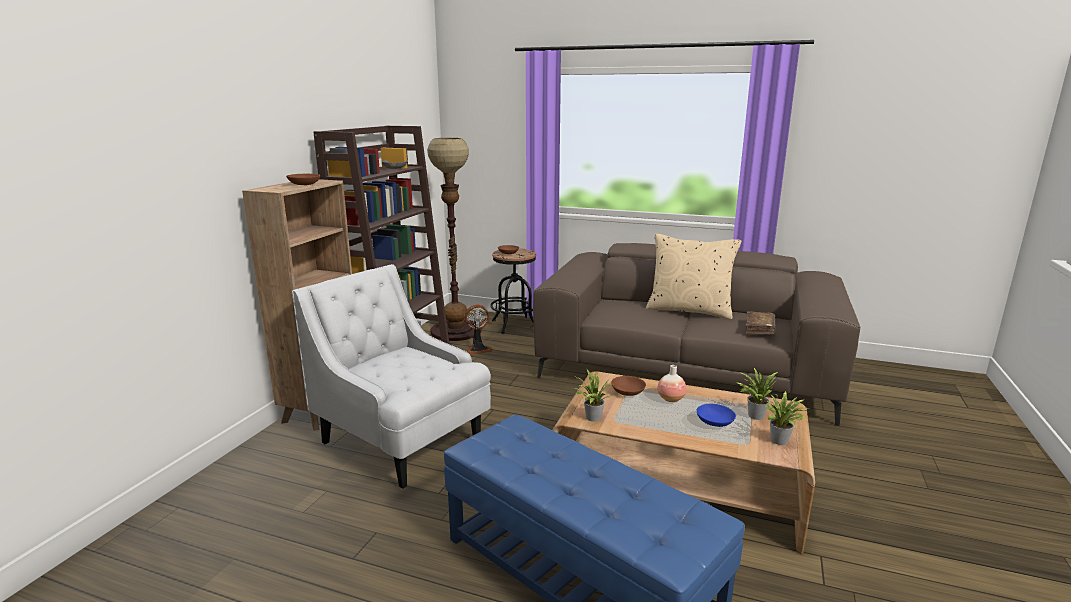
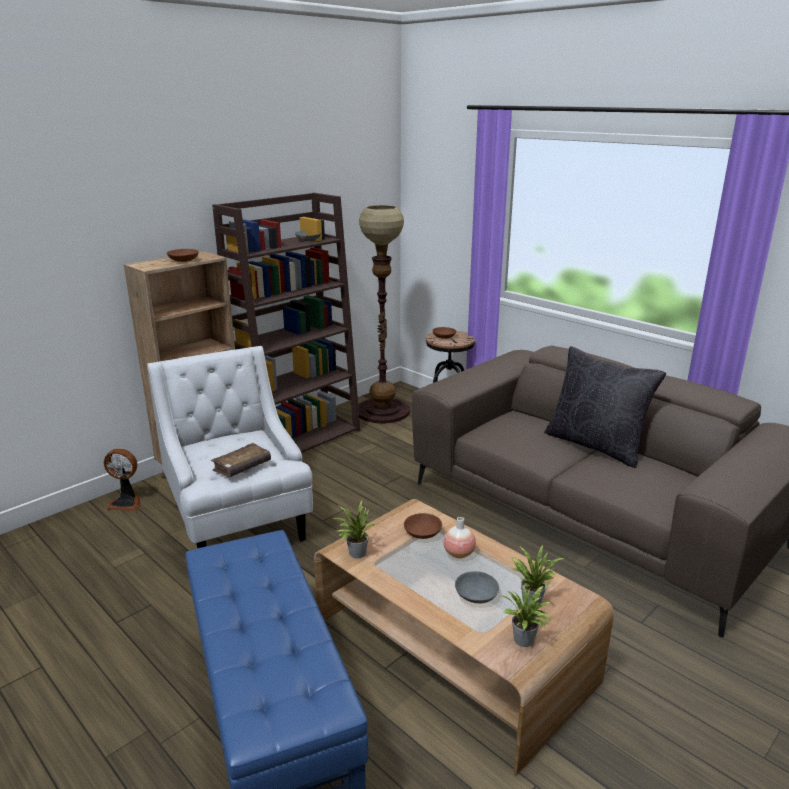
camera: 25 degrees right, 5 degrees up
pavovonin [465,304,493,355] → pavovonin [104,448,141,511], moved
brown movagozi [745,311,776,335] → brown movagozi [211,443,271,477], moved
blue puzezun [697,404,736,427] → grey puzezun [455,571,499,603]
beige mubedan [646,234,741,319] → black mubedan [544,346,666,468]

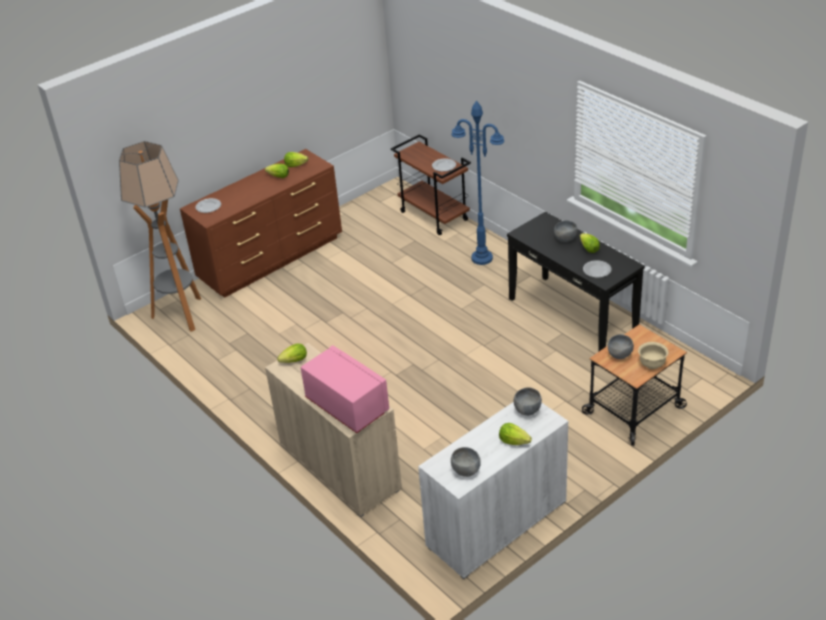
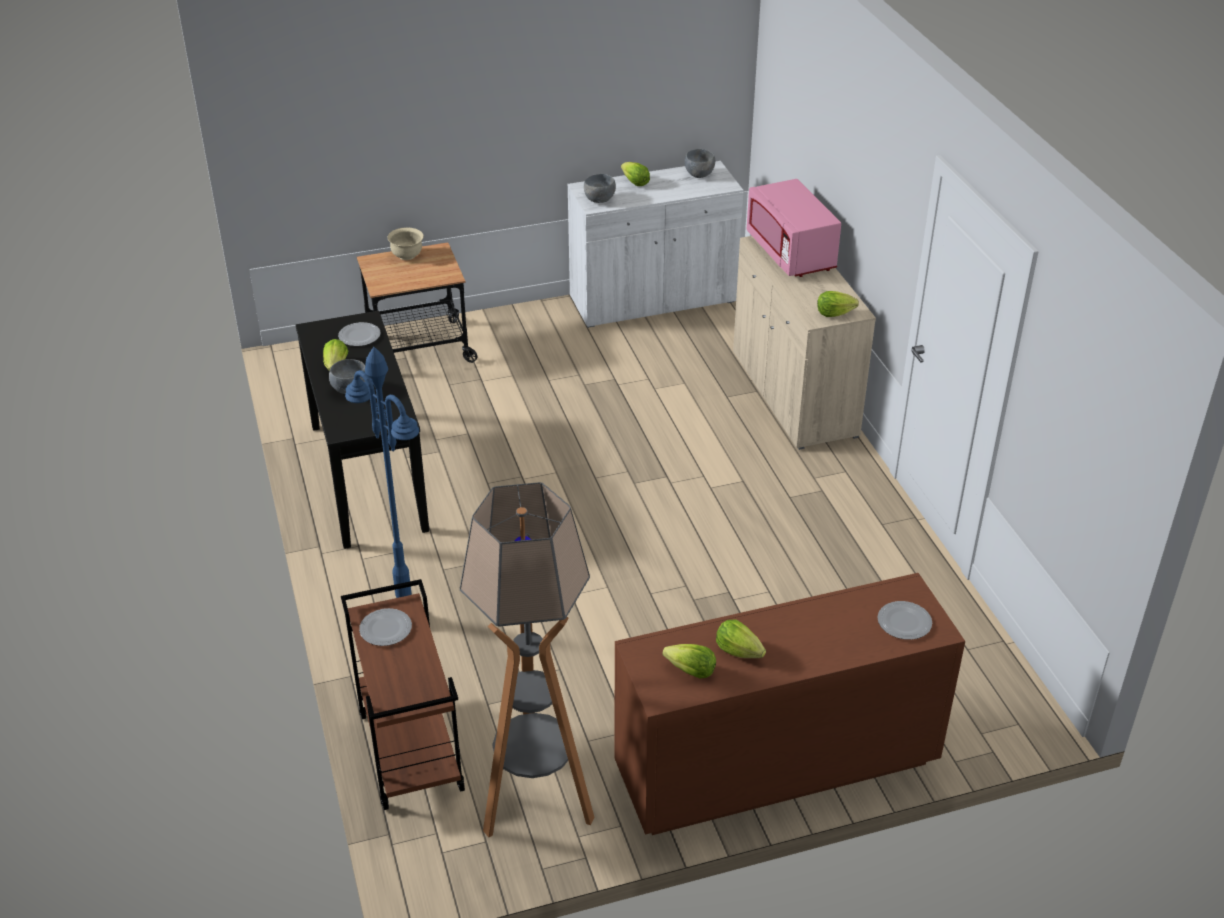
camera: 160 degrees left, 0 degrees up
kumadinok [119,141,201,332] → kumadinok [460,482,595,837], moved
grey puzezun [608,334,634,359] → -

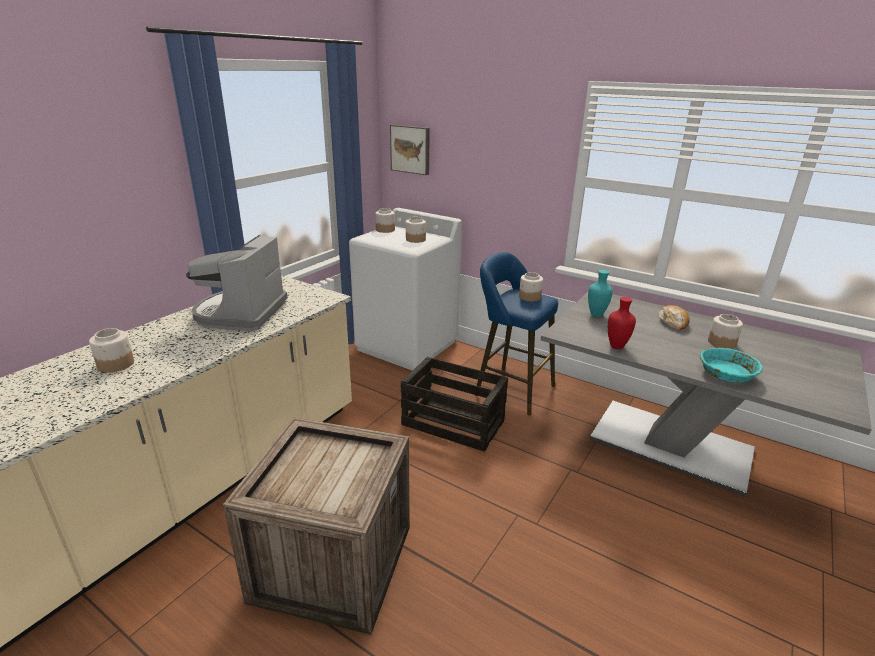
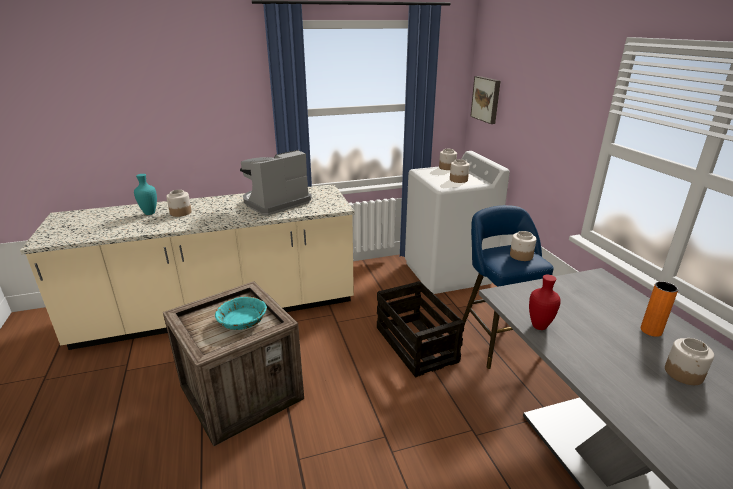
camera: 40 degrees right, 0 degrees up
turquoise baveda [588,270,613,317] → turquoise baveda [134,174,157,215], moved
turquoise puzezun [700,348,763,383] → turquoise puzezun [215,297,267,330], moved
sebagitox [659,305,690,331] → orange baveda [641,282,678,337]

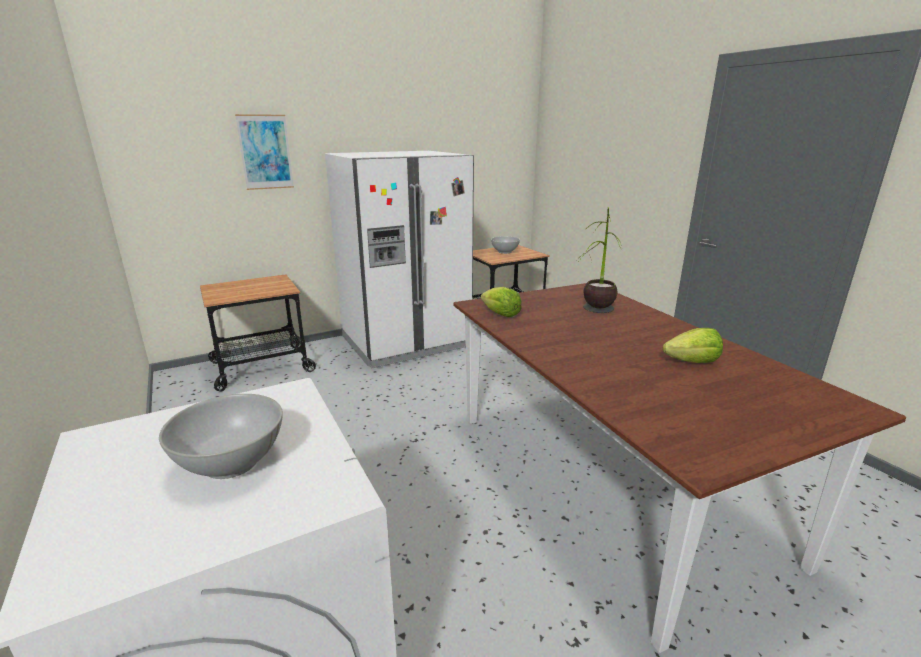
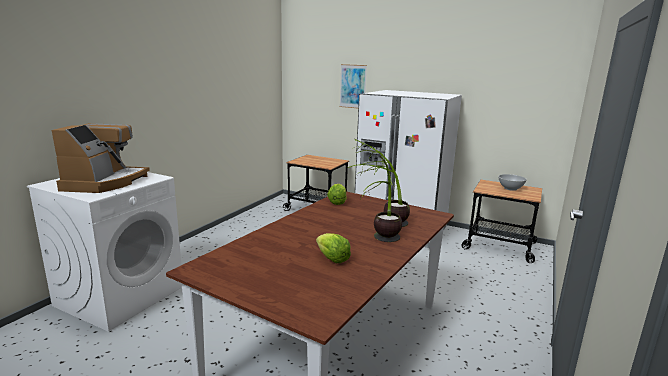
camera: 55 degrees right, 5 degrees down
white puzezun [159,394,283,479] → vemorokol [52,123,150,193]
- → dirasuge [361,155,402,242]

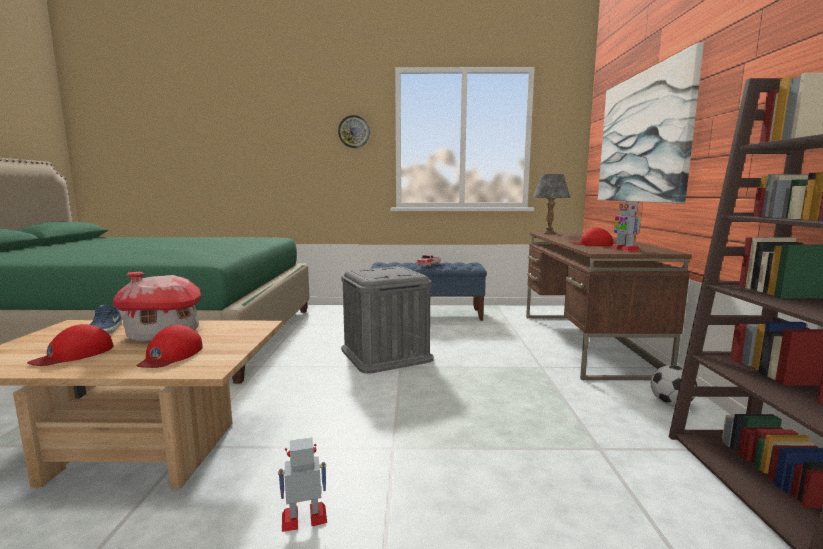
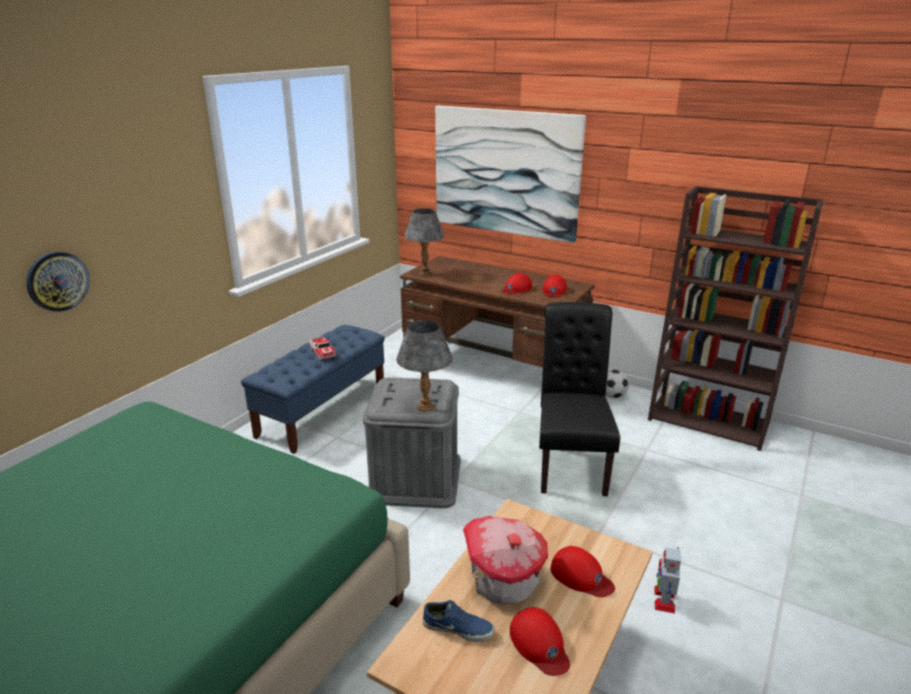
camera: 60 degrees left, 15 degrees up
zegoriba [338,115,370,148] → zegoriba [26,252,90,312], moved
- → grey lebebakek [396,320,453,412]
- → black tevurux [539,302,620,496]
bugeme [610,201,640,251] → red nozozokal [543,275,567,297]

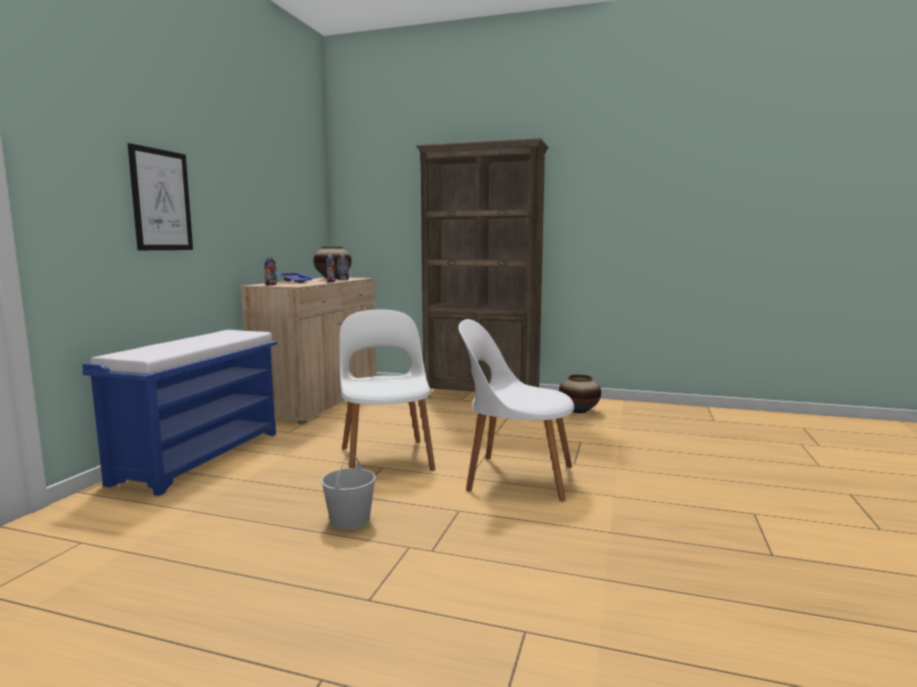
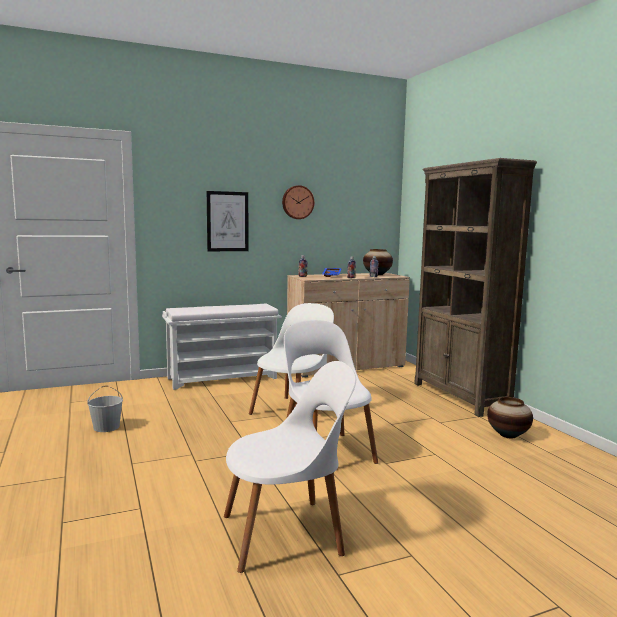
camera: 50 degrees right, 0 degrees up
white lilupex [321,452,376,530] → white lilupex [87,385,123,432], moved
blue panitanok [82,330,277,496] → white panitanok [162,304,282,390]
- → white tevurux [224,361,356,573]
- → zegoriba [282,185,314,219]

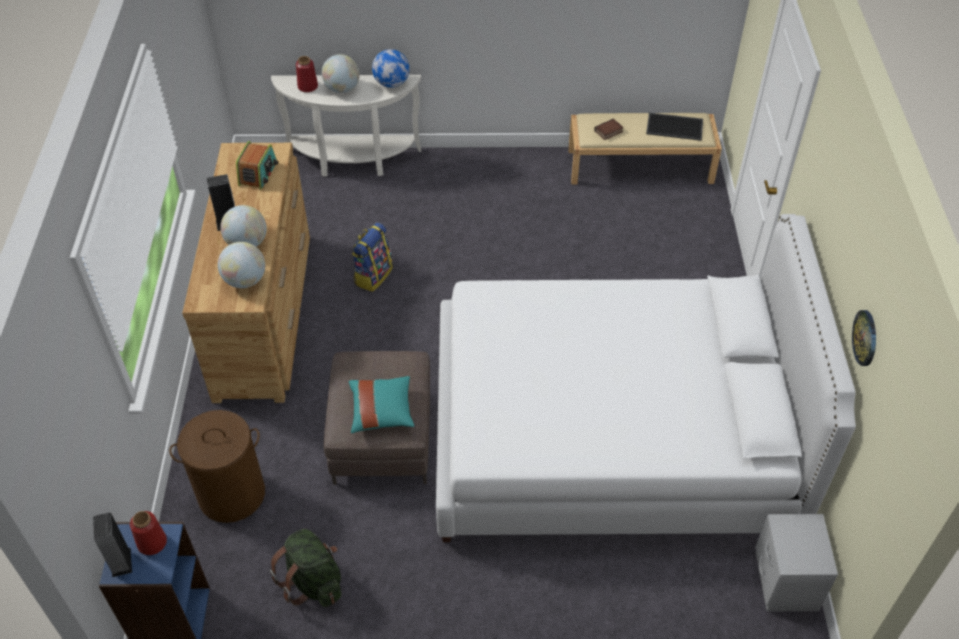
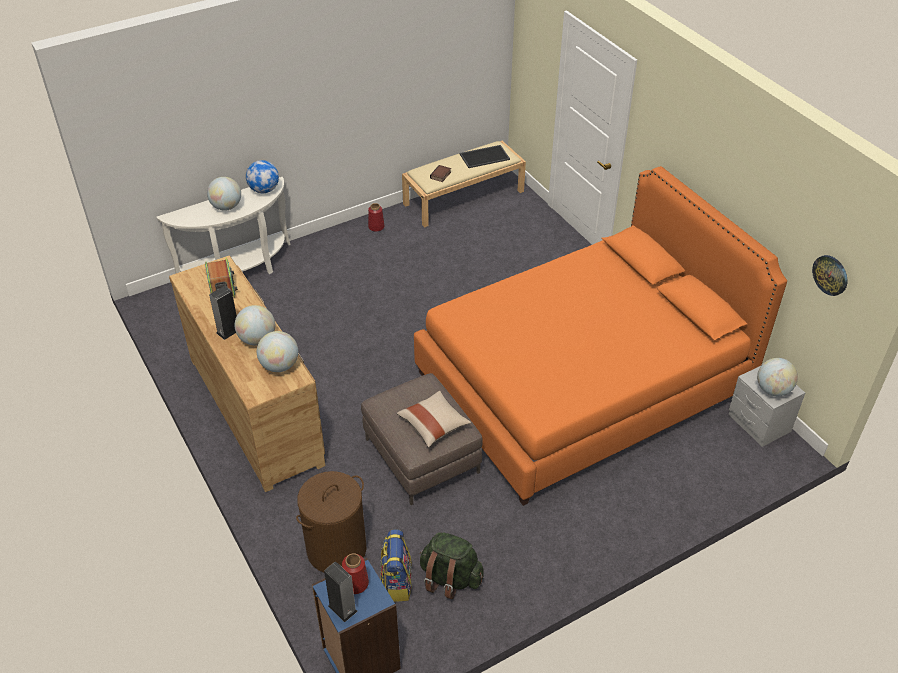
camera: 30 degrees left, 5 degrees down
red baveda [296,56,318,92] → red baveda [368,203,385,231], moved
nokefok [352,222,393,292] → nokefok [380,529,412,602], moved
turquoise mubedan [349,376,414,433] → beige mubedan [397,391,471,448]
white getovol [436,214,856,542] → orange getovol [414,166,787,506]
- → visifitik [757,358,798,396]
zegoriba [852,310,876,366] → zegoriba [812,255,848,296], moved

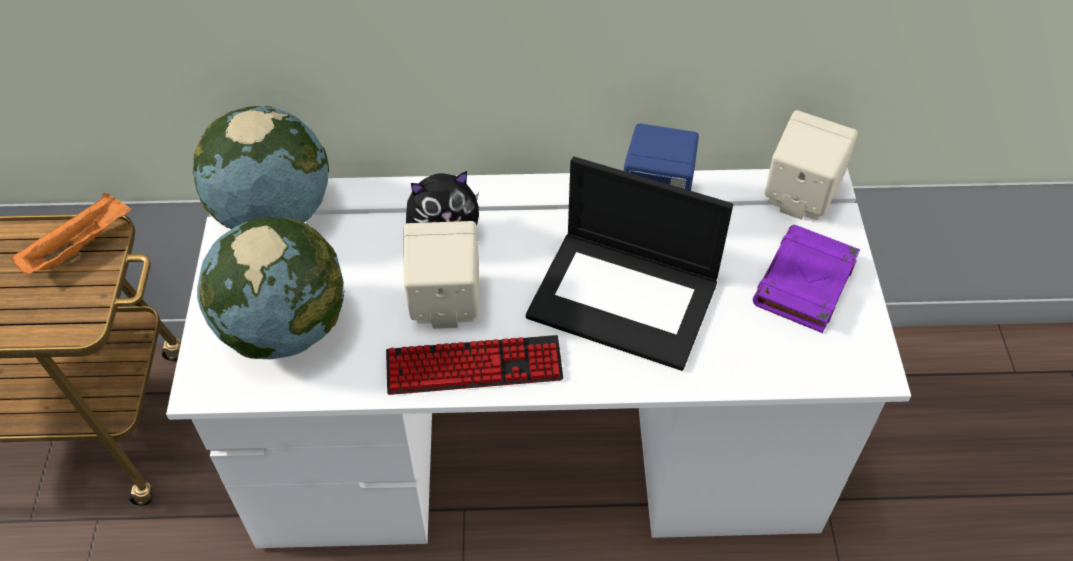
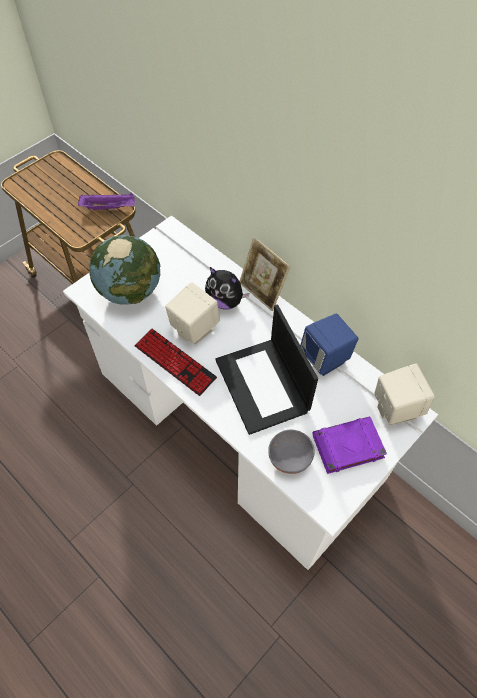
camera: 45 degrees right, 5 degrees up
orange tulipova [11,193,132,276] → purple tulipova [78,193,135,211]
- → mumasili [240,237,290,311]
- → grey puzezun [268,430,315,474]
visifitik [193,106,329,229] → -

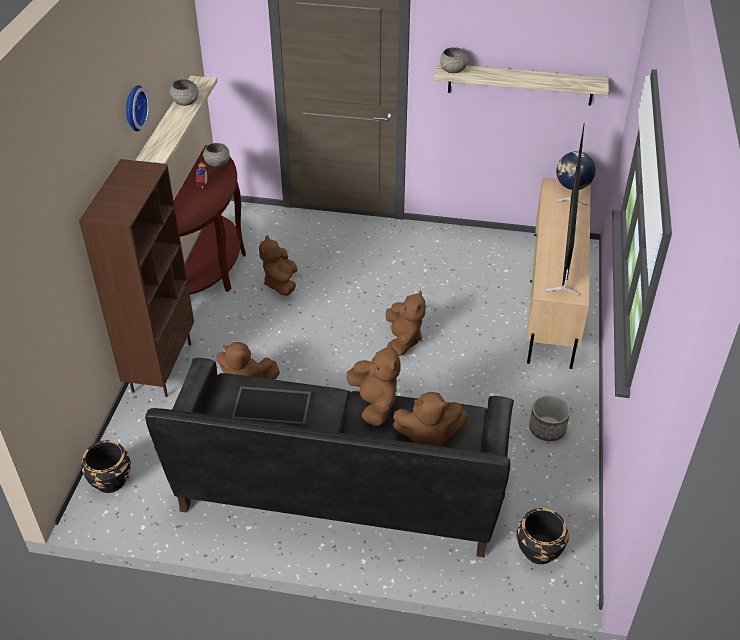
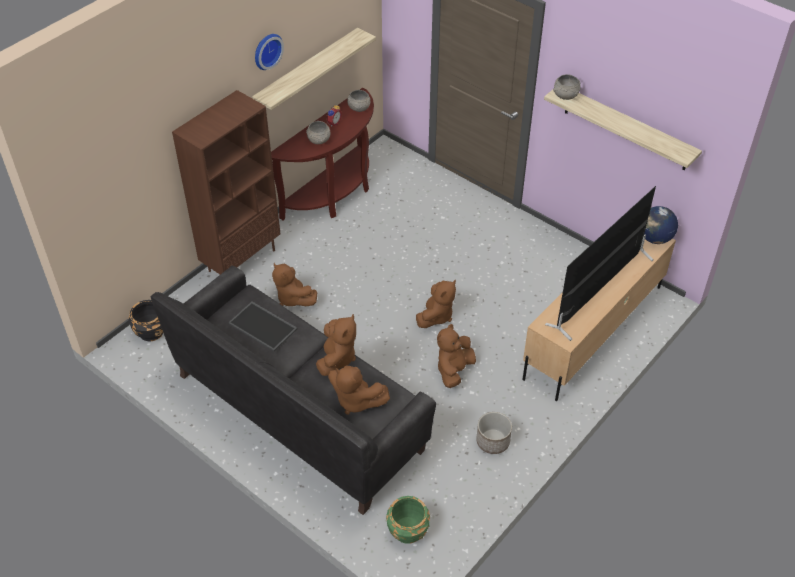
camera: 30 degrees right, 5 degrees up
grey puzezun [170,79,198,106] → grey puzezun [306,121,331,144], moved
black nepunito [516,508,569,564] → green nepunito [386,496,430,544]
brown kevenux [259,235,298,296] → brown kevenux [437,324,476,388], moved

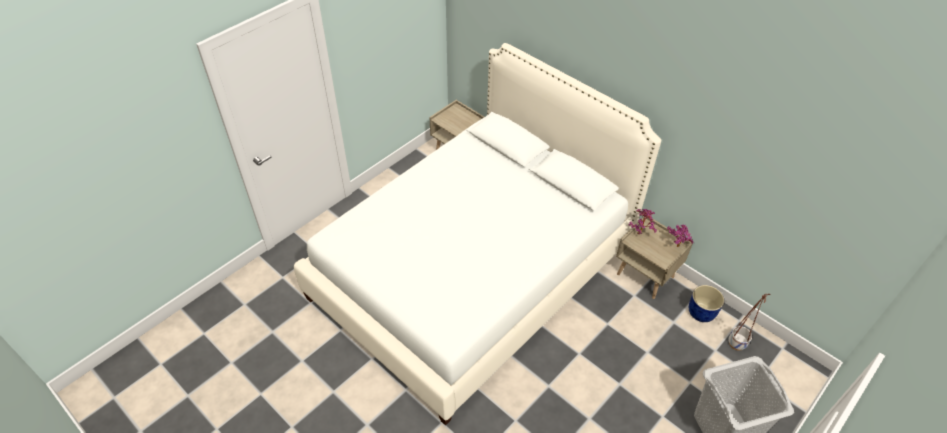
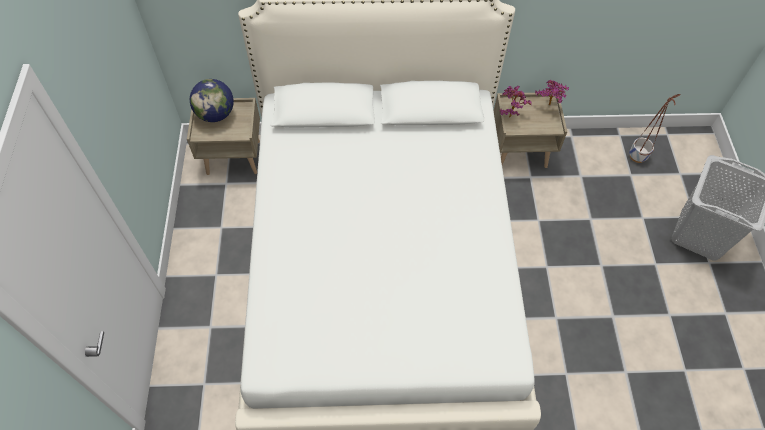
camera: 45 degrees left, 10 degrees up
- → visifitik [190,79,234,122]
blue nepunito [689,285,724,322] → -

